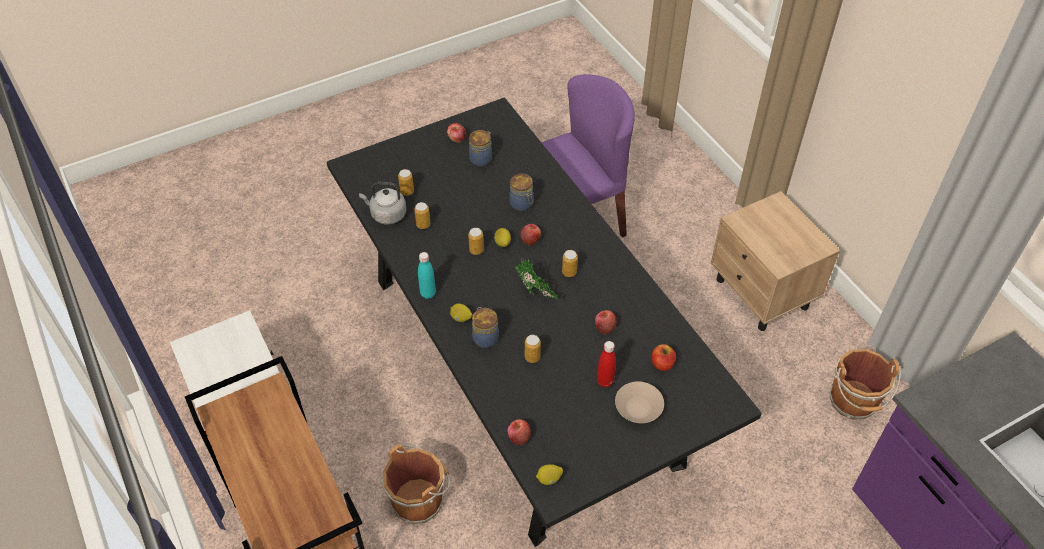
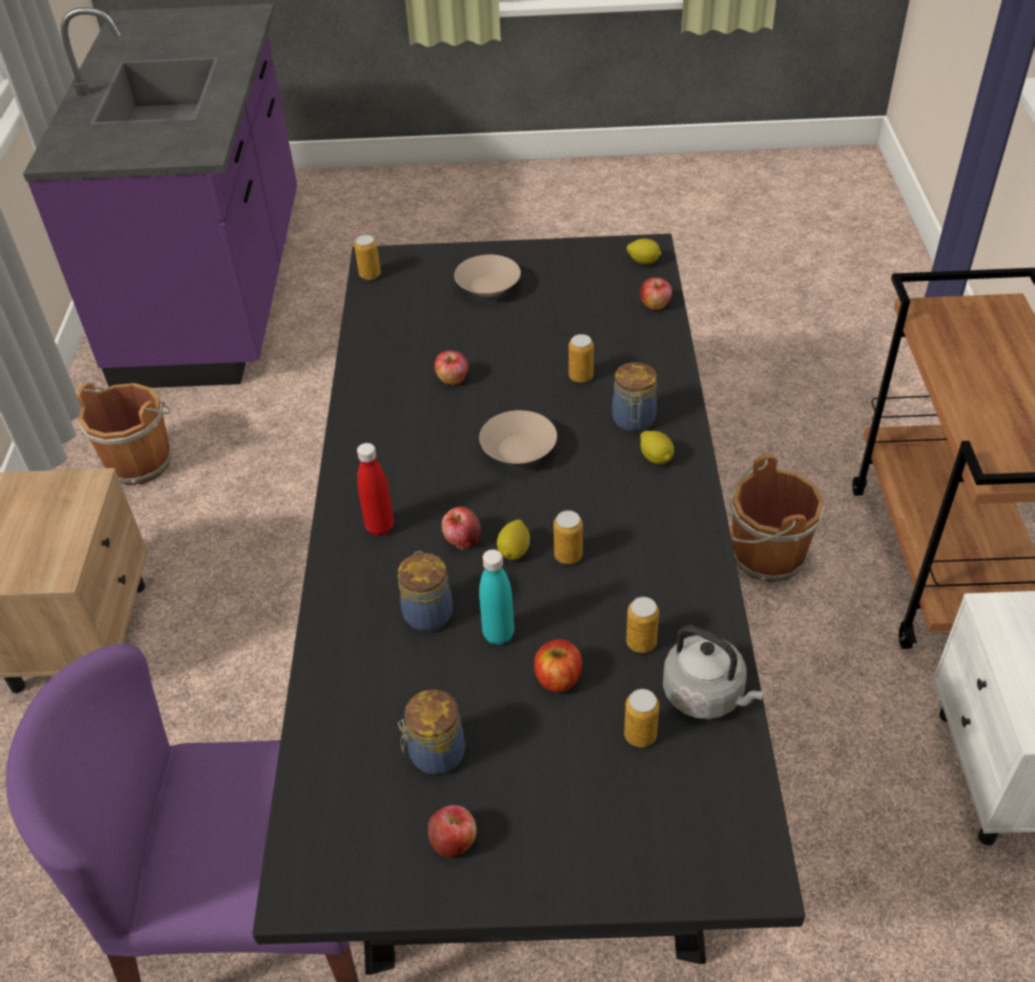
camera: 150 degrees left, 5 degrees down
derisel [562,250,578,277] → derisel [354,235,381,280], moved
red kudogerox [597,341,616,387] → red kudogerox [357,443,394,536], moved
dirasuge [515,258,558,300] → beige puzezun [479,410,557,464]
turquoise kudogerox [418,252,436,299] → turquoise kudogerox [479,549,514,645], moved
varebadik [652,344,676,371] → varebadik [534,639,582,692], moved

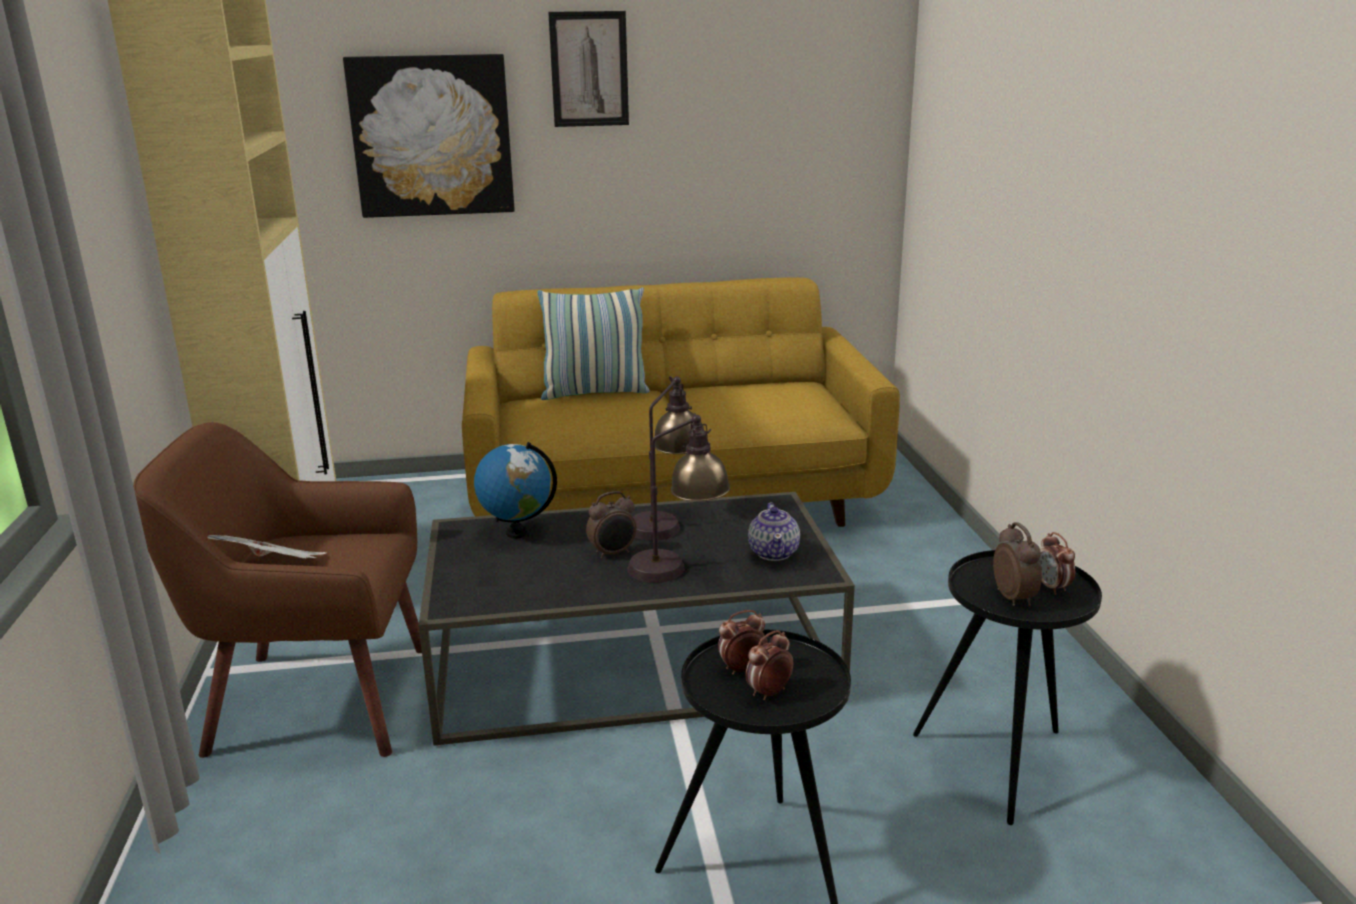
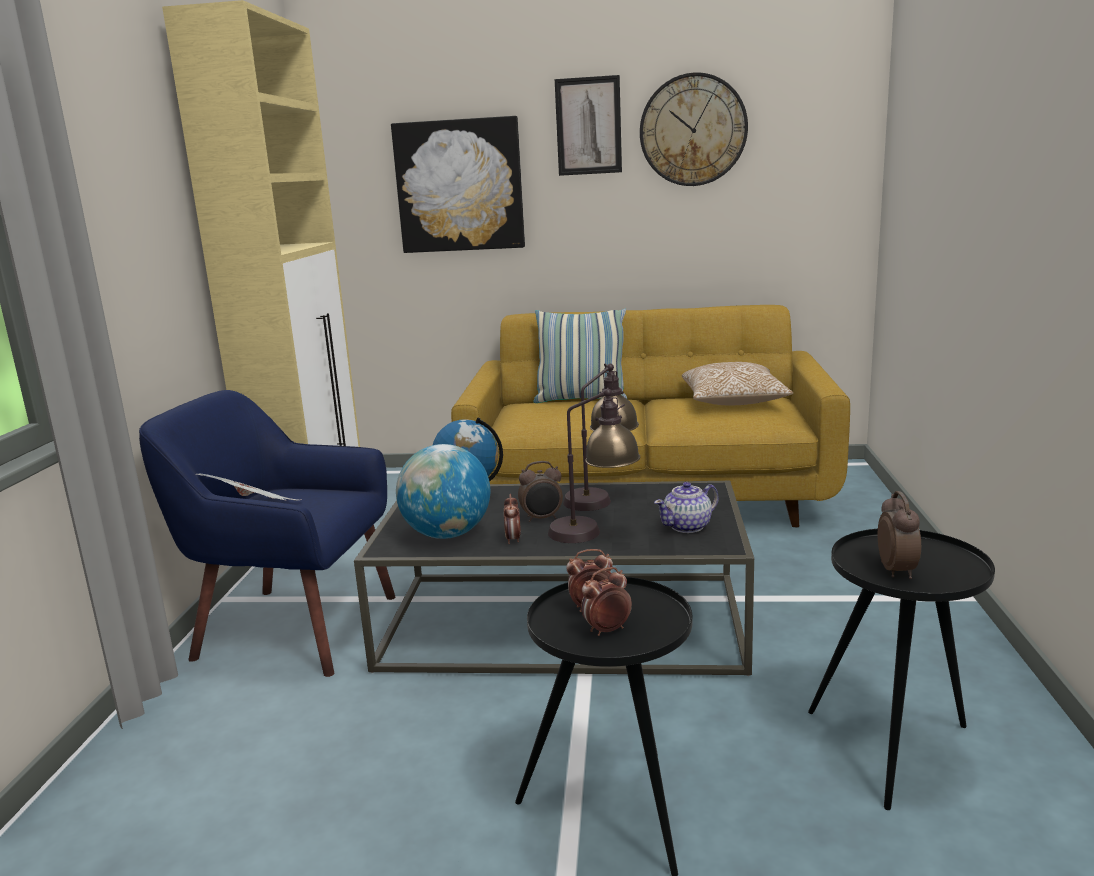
camera: 15 degrees right, 5 degrees down
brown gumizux [133,422,422,758] → blue gumizux [139,390,395,677]
- → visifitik [396,444,490,539]
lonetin [1039,532,1075,595] → lonetin [504,494,521,544], moved
- → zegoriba [640,73,748,186]
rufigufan [748,503,800,561] → rufigufan [654,482,719,533], 45 degrees clockwise
- → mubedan [682,362,793,405]

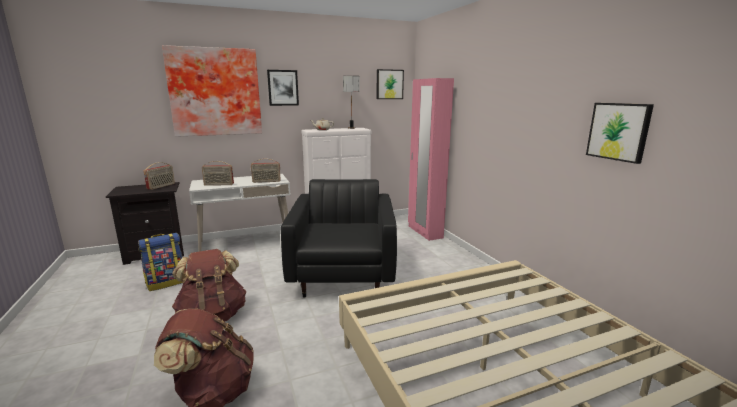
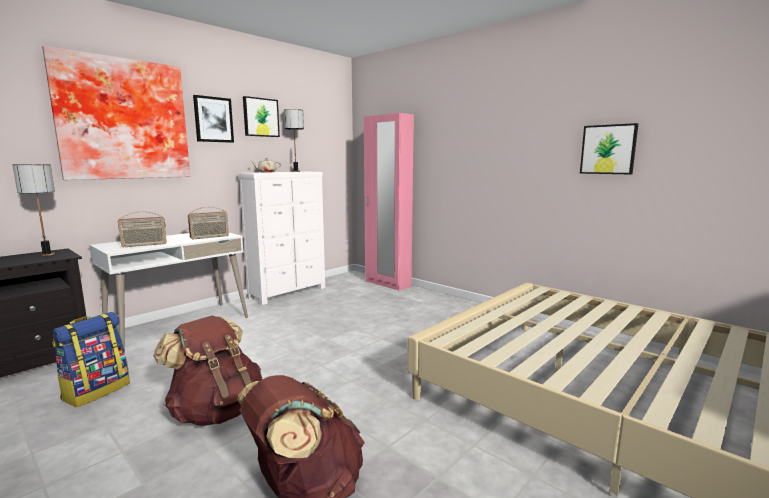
camera: 25 degrees left, 5 degrees down
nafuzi [144,162,175,190] → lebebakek [13,164,55,256]
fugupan [376,69,404,99] → fugupan [243,96,280,137], moved
black gumizux [281,179,397,297] → -

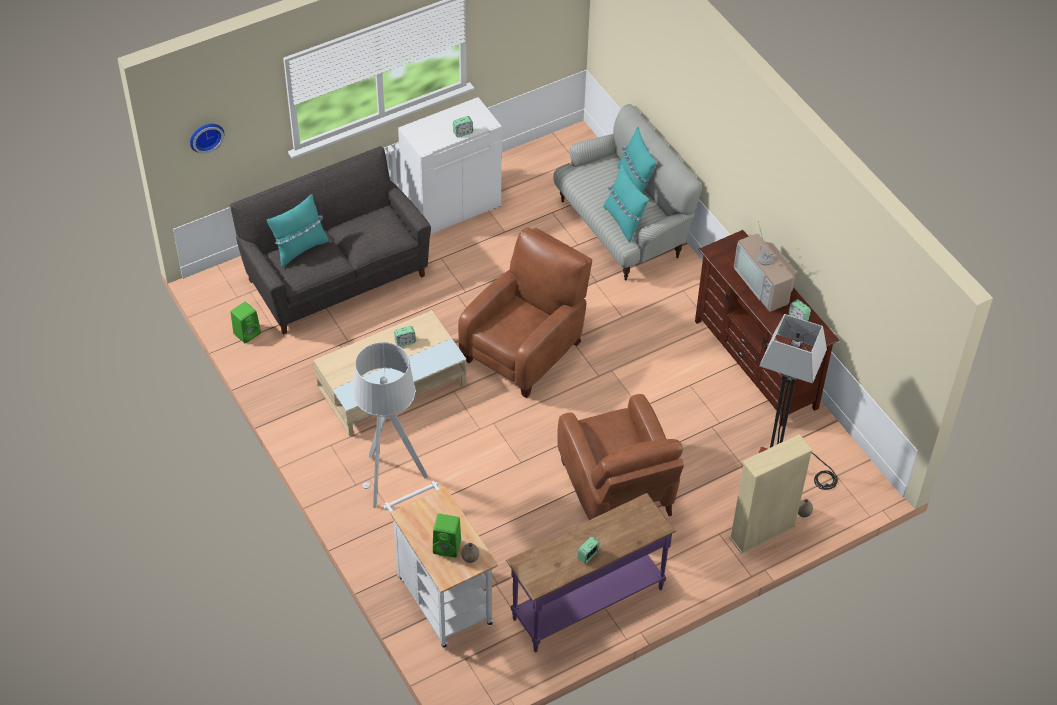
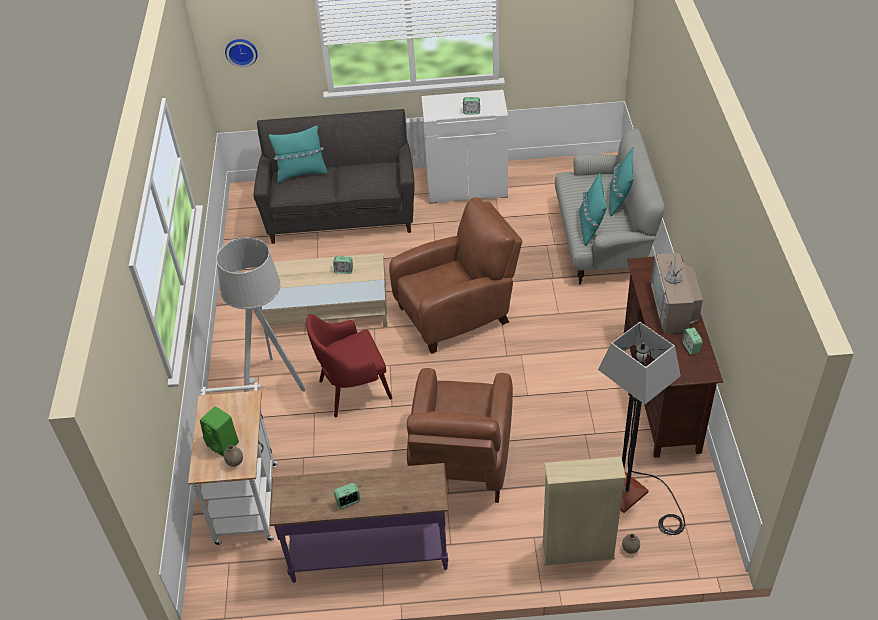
camera: 30 degrees right, 5 degrees down
- → red gumizux [306,314,392,417]
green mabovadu [231,302,261,344] → -

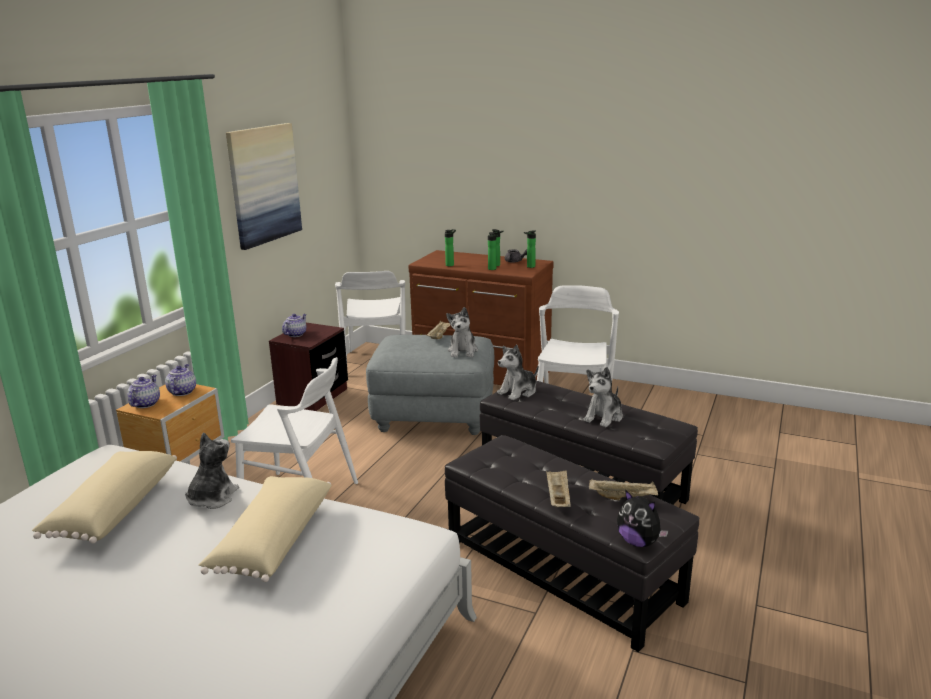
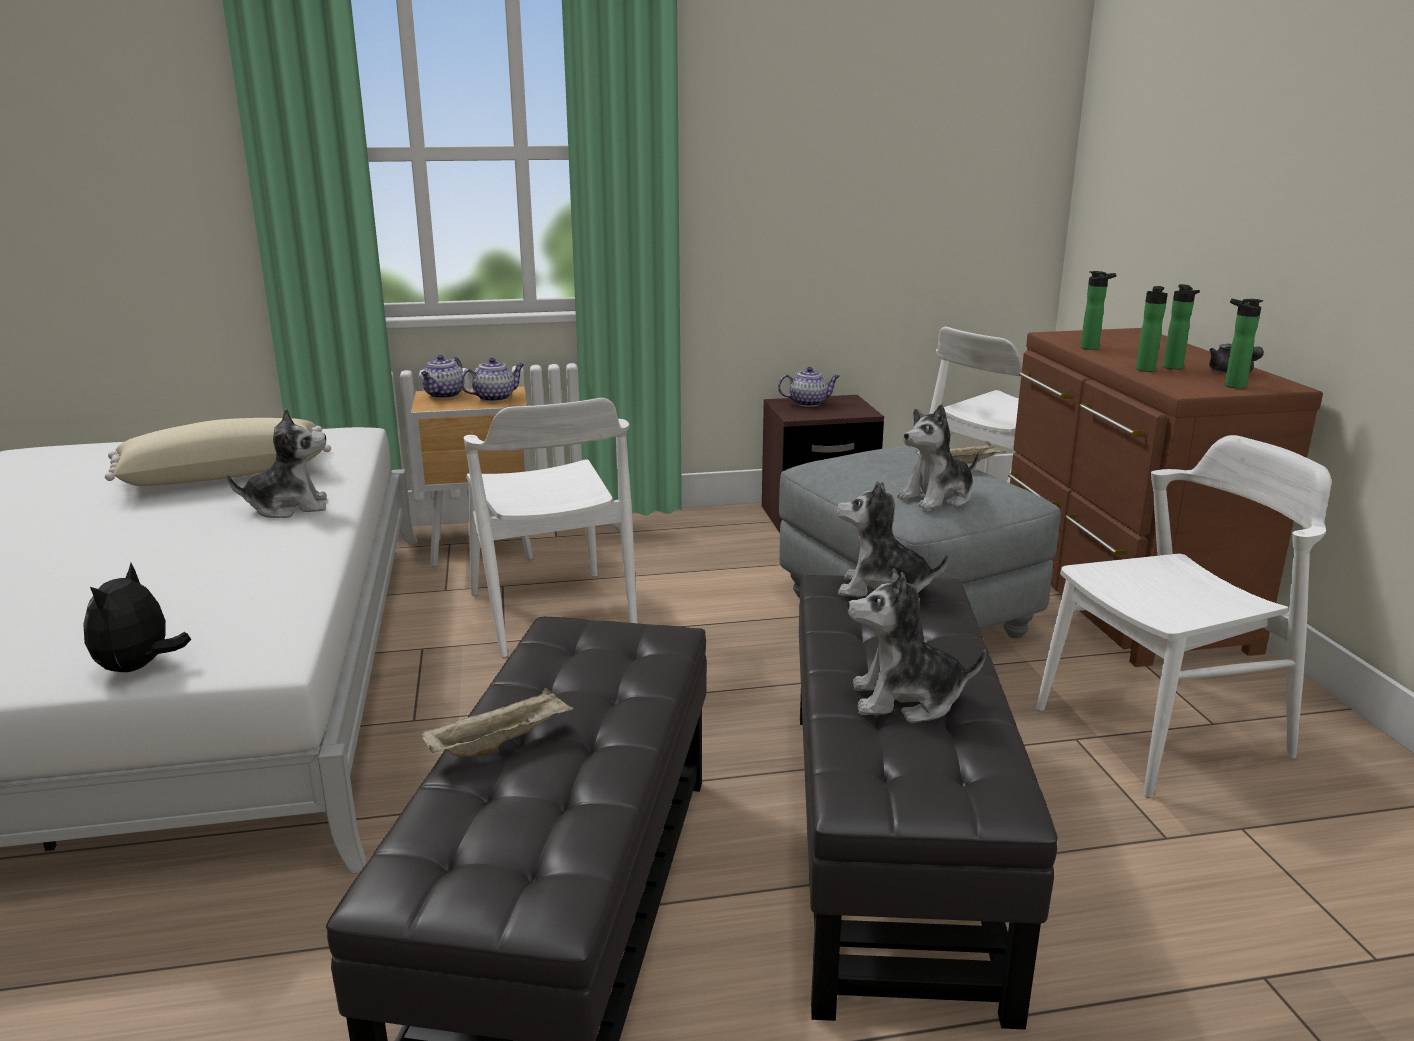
camera: 55 degrees right, 0 degrees up
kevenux [617,489,668,547] → kevenux [83,563,191,672], moved
rufigufan [127,375,160,408] → rufigufan [421,355,464,399], 135 degrees clockwise
beige mubedan [199,476,332,582] → -
fugupan [226,123,302,250] → -
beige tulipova [589,479,658,500] → -

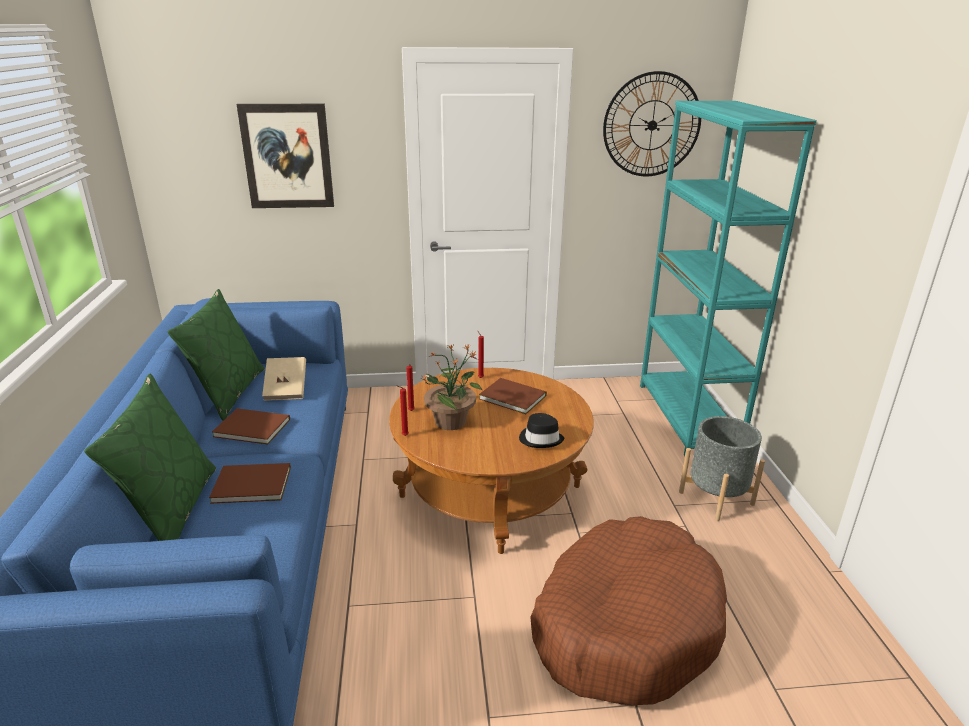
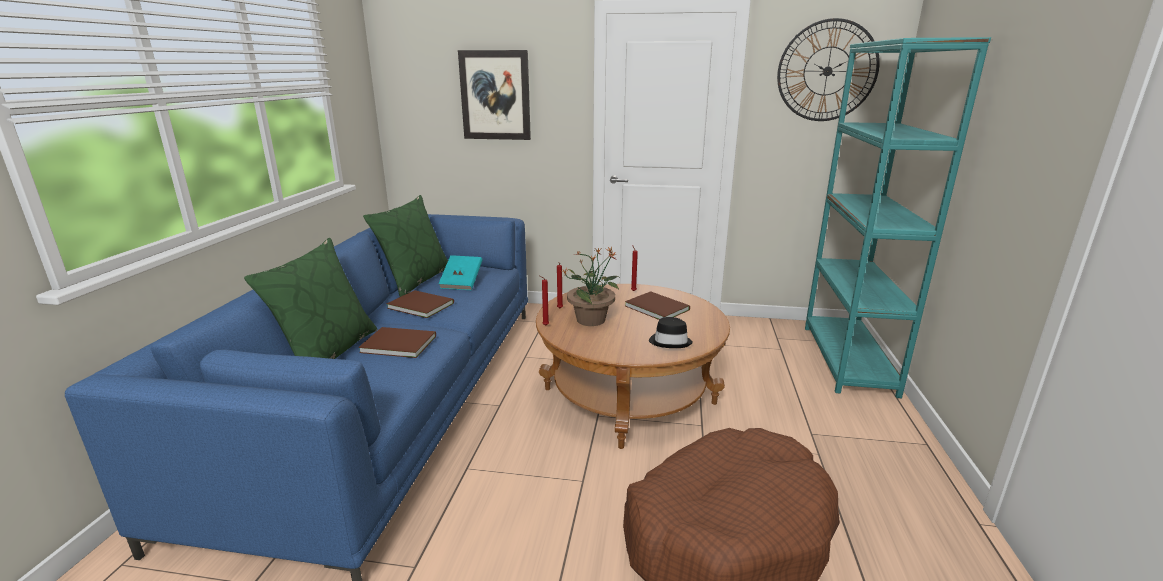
camera: 15 degrees right, 5 degrees down
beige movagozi [262,357,306,401] → turquoise movagozi [438,255,482,290]
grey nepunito [679,416,765,521] → -

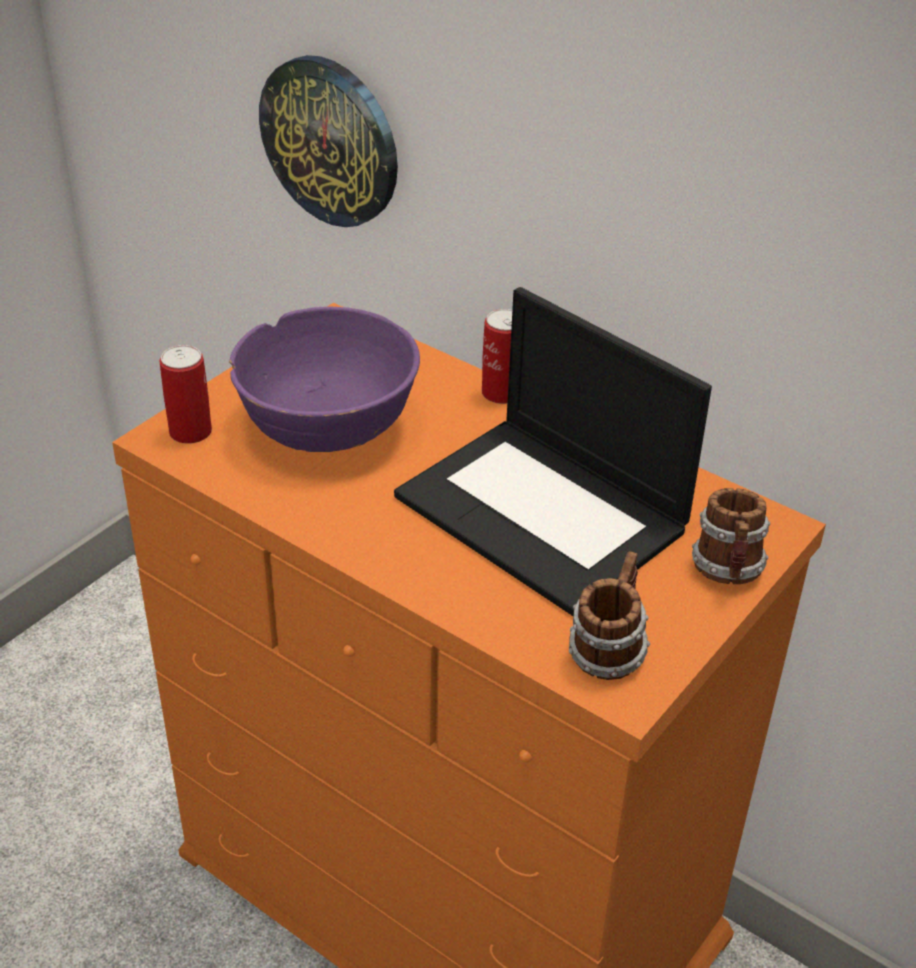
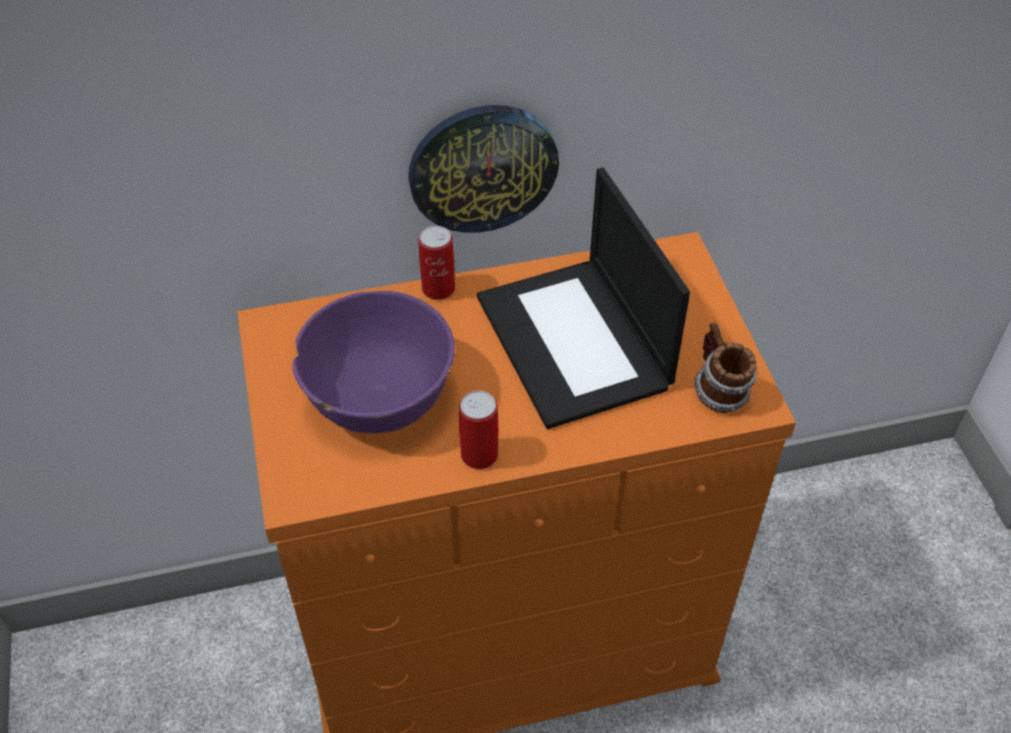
camera: 50 degrees left, 10 degrees up
zegoriba [259,55,398,227] → zegoriba [408,105,559,233], moved
derisel [160,345,212,444] → derisel [459,391,498,469], moved
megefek [394,287,712,616] → megefek [477,167,690,429], 75 degrees clockwise
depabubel [692,488,770,584] → -

